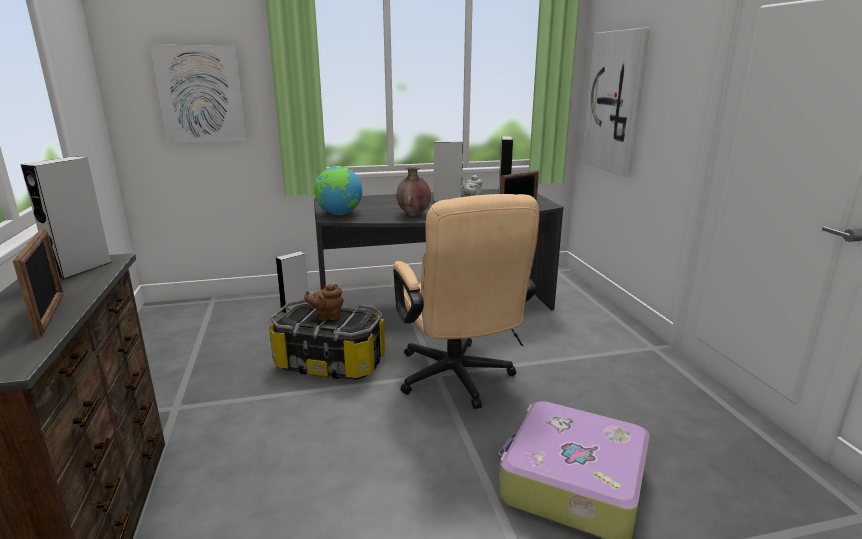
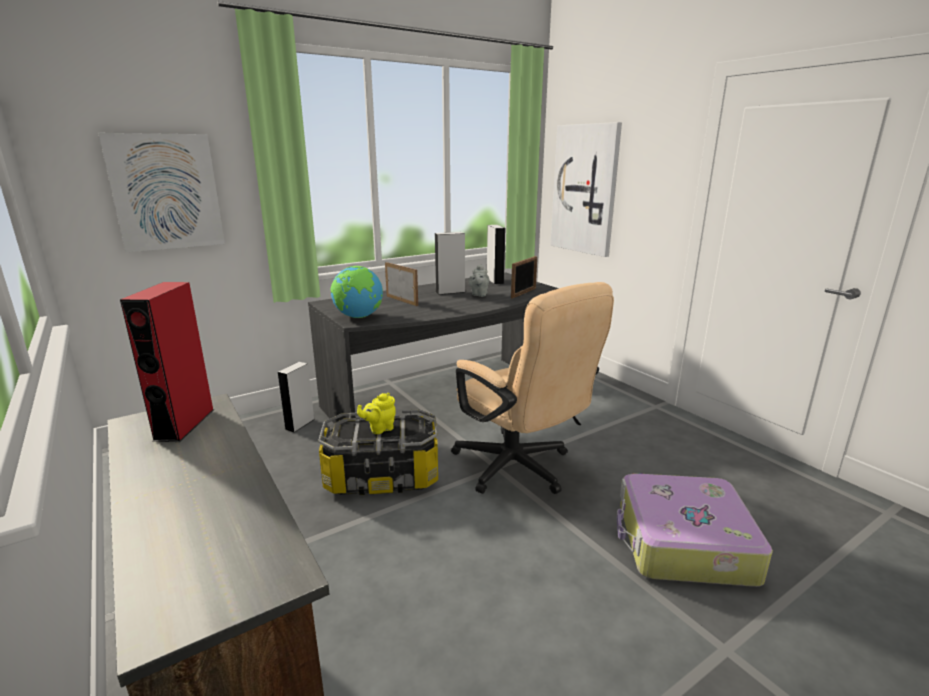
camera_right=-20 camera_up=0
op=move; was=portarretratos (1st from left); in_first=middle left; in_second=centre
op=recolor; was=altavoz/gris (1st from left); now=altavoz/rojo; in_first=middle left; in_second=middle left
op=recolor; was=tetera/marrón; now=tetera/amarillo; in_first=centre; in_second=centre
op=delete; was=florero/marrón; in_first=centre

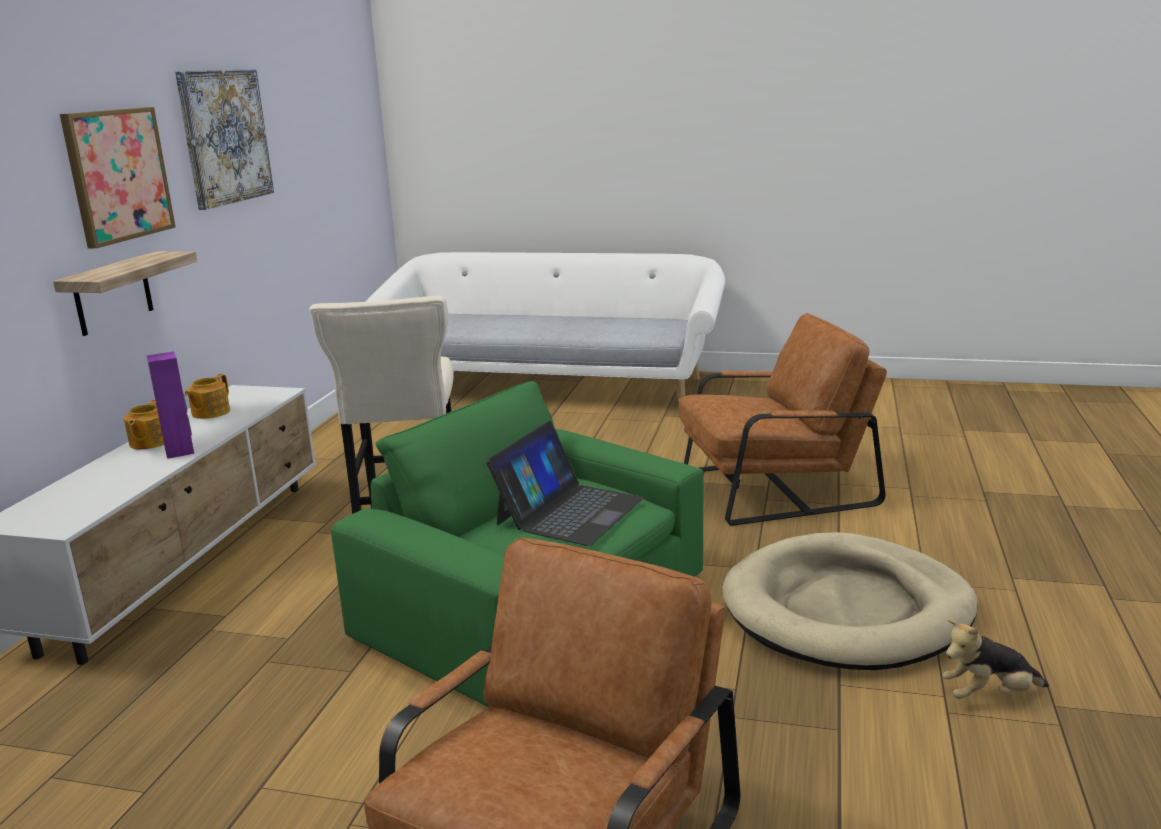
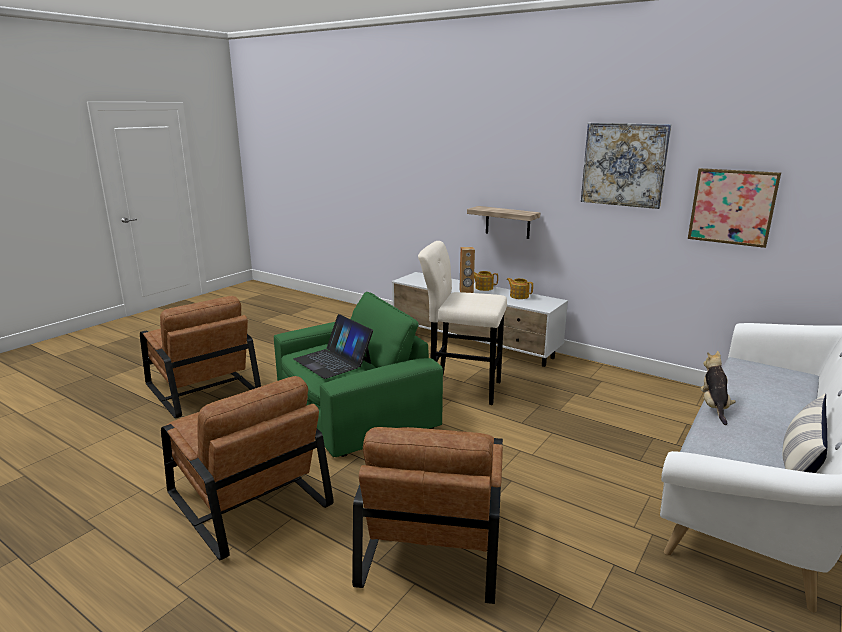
camera_right=110 camera_up=0
op=move; was=cuadro (1st from left in the first image); now=cuadro (2nd from left); in_first=top left; in_second=top right
op=recolor; was=altavoz/morado; now=altavoz/marrón; in_first=middle left; in_second=centre
op=replace; was=cama para perro/beis; now=sillón/marrón (2nd from left); in_first=bottom right; in_second=bottom left
op=move; was=peluche; in_first=bottom right; in_second=middle right
op=insert; now=cojín; in_second=bottom right

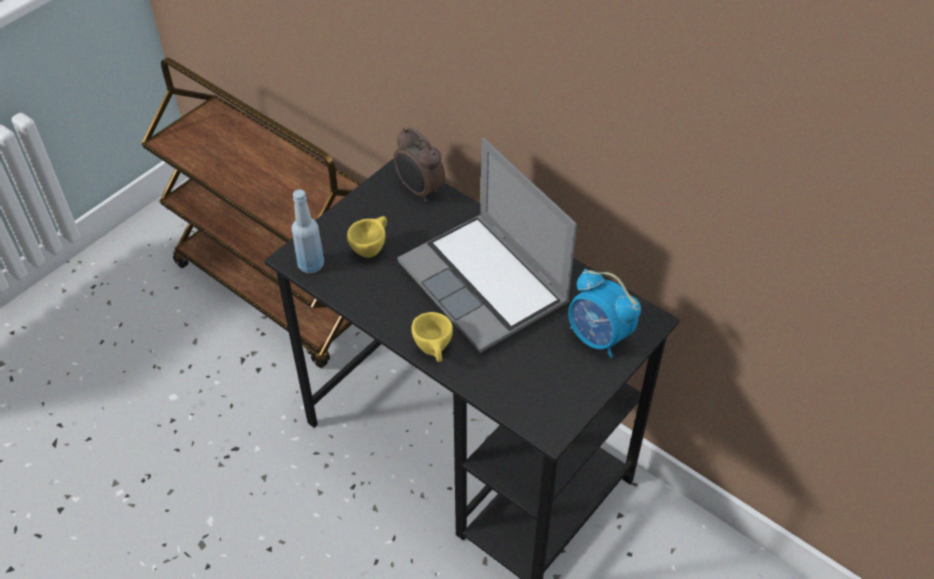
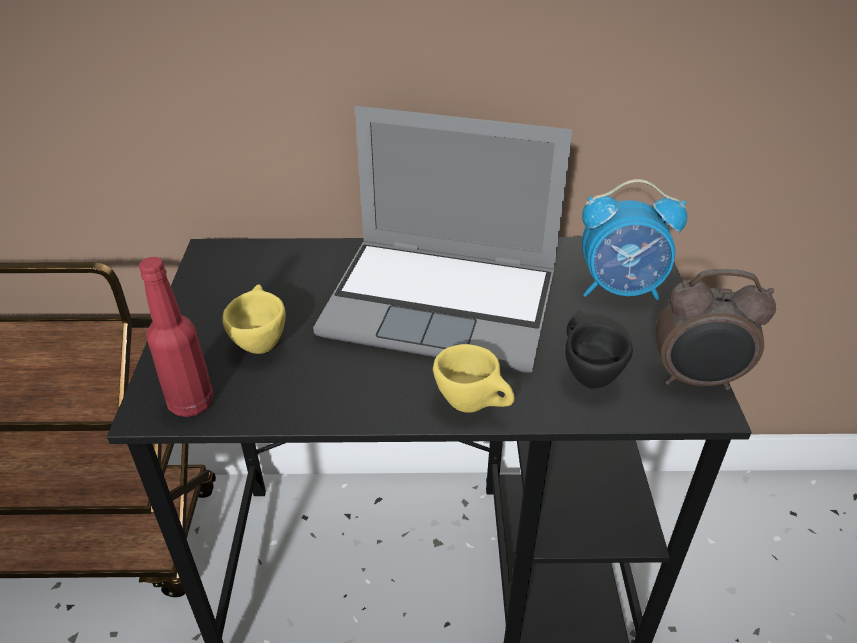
camera_right=-40 camera_up=-10
op=recolor; was=botella/azul; now=botella/rojo; in_first=middle left; in_second=middle left
op=move; was=despertador (1st from left in the first image); now=despertador (2nd from left); in_first=top centre; in_second=middle right
op=insert; now=taza/negro; in_second=middle right

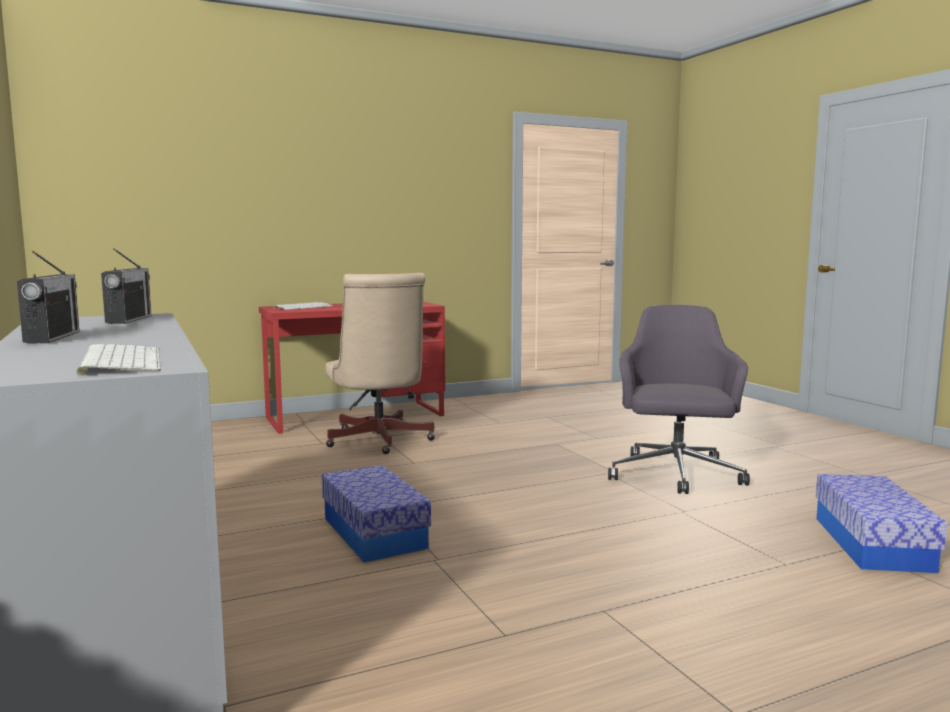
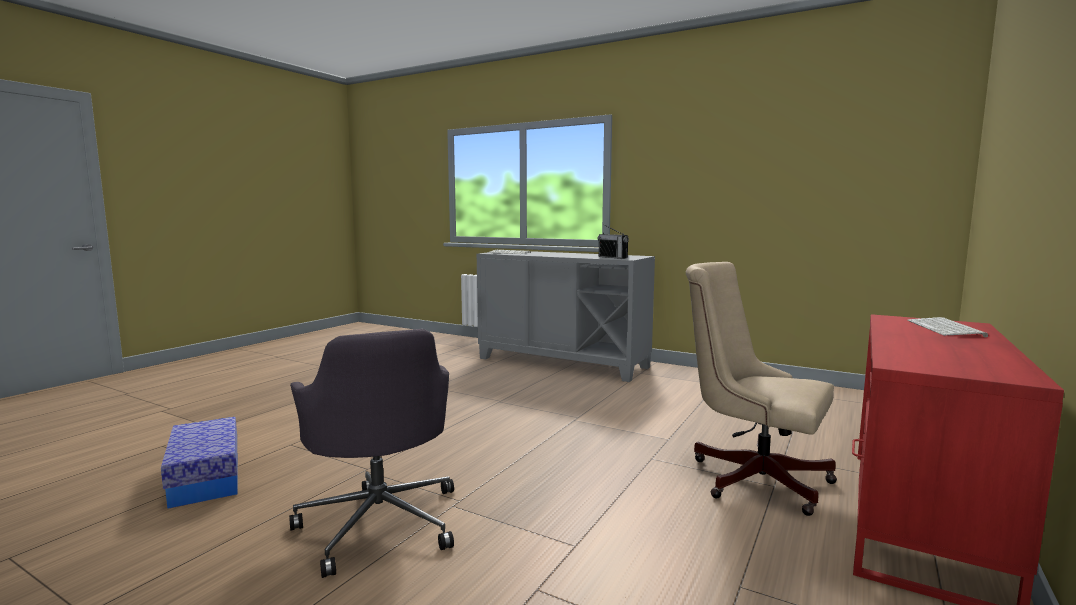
camera_right=145 camera_up=0
op=delete; was=radio (1st from left); in_first=middle left
op=delete; was=caja de almacenaje (1st from left); in_first=bottom centre

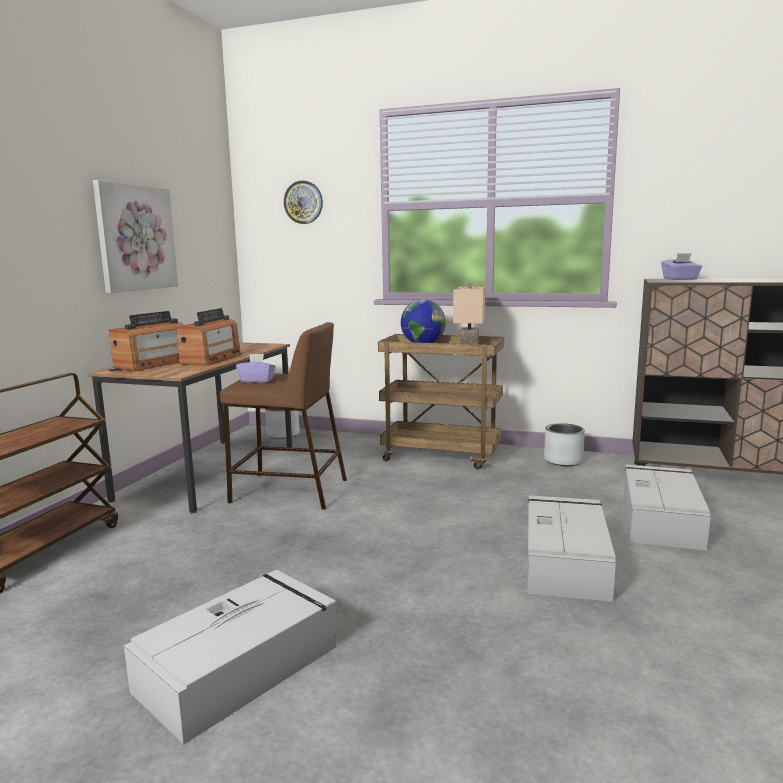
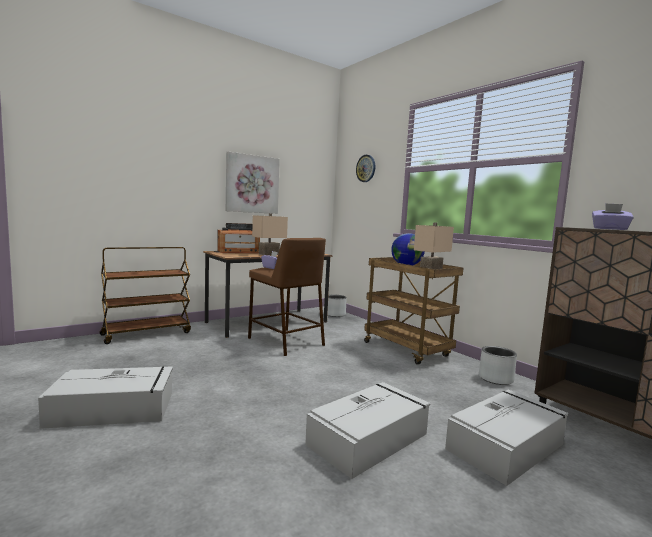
camera_right=35 camera_up=-5
op=replace; was=radio (2nd from left); now=lámpara de mesa/beis (1st from left); in_first=middle left; in_second=centre

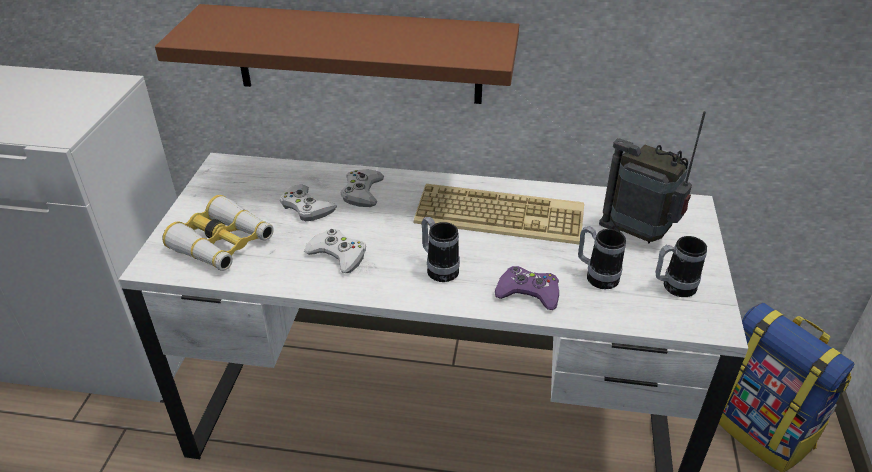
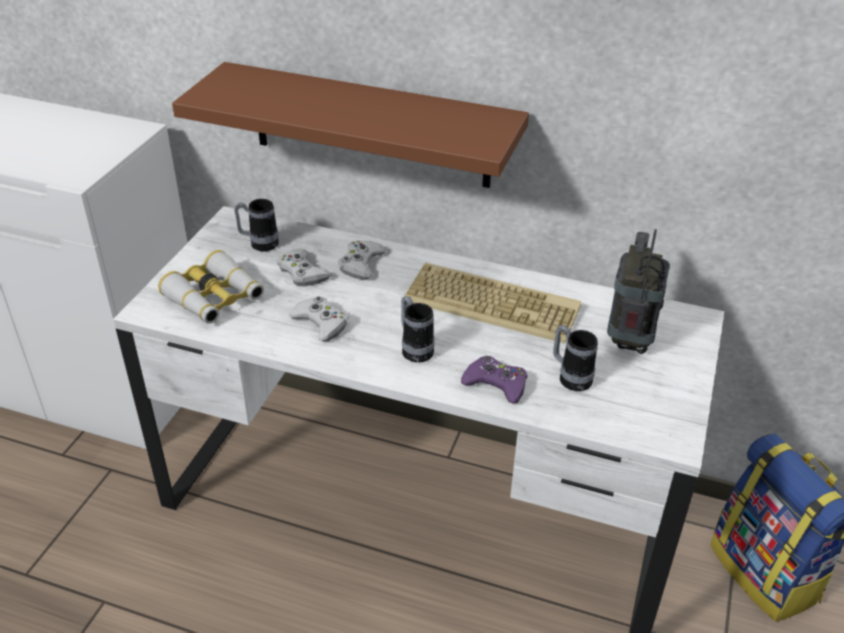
camera_right=10 camera_up=0
op=rotate; was=radio; in_first=middle right; in_second=middle right; clockwise=60
op=move; was=taza grande (3rd from left in the first image); now=taza grande (1st from left); in_first=middle right; in_second=middle left

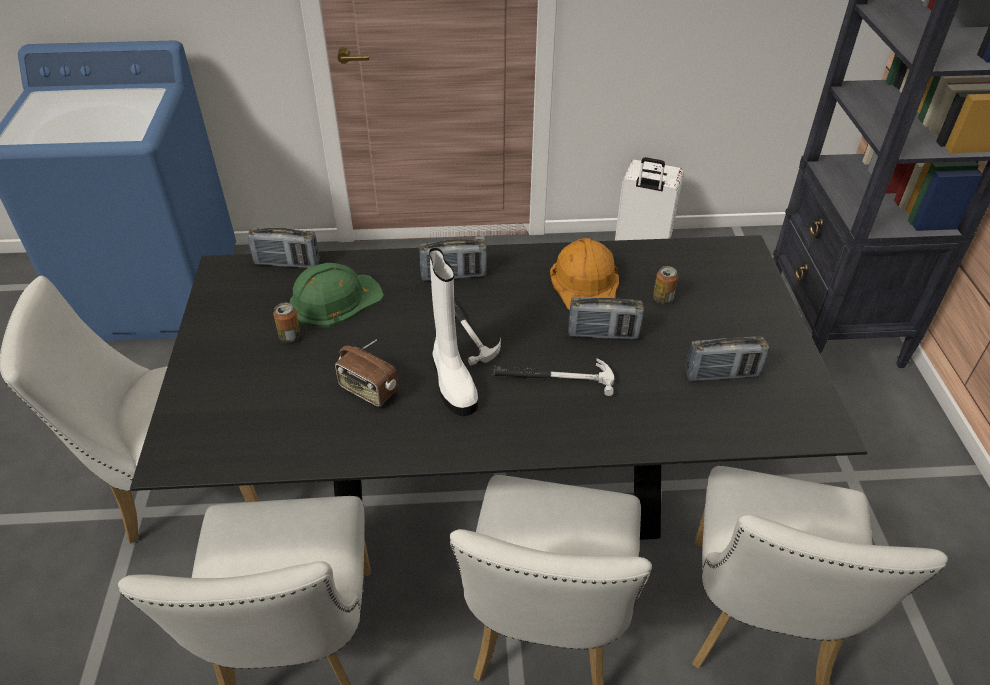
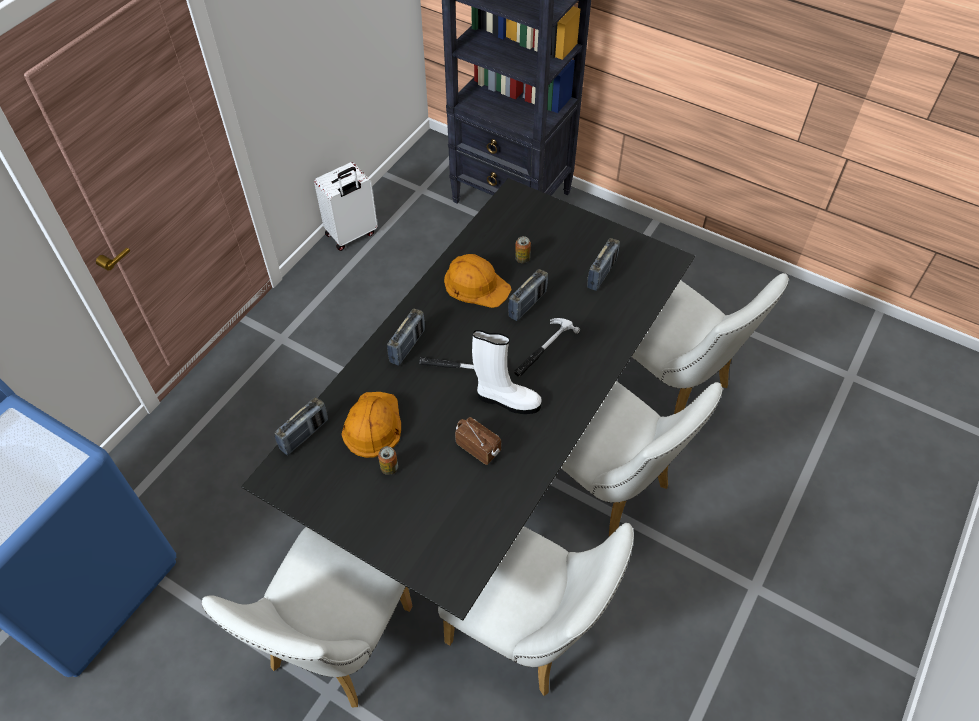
camera_right=-55 camera_up=10
op=recolor; was=casco/verde; now=casco/naranja (1st from left); in_first=centre; in_second=centre
op=rotate; was=radio (2nd from left in the first image); in_first=centre; in_second=centre; clockwise=-120

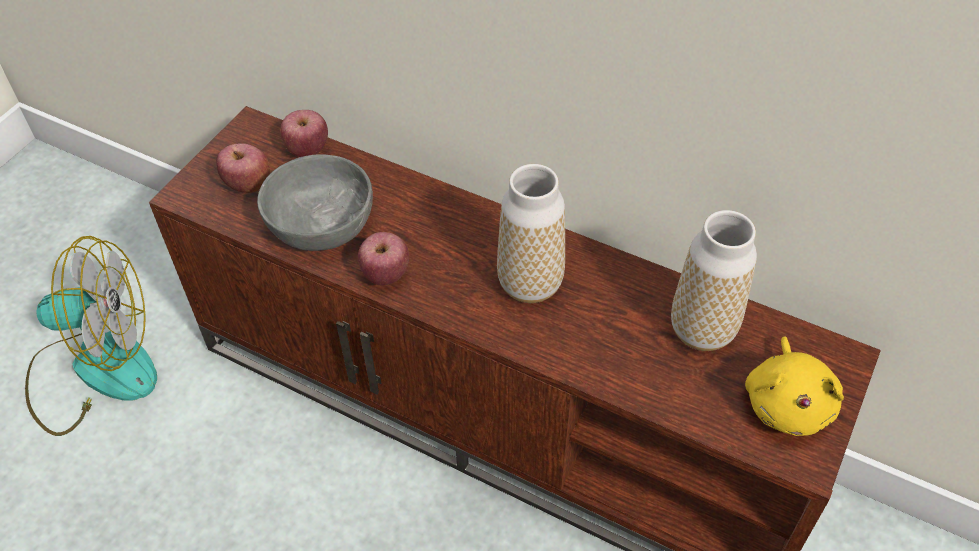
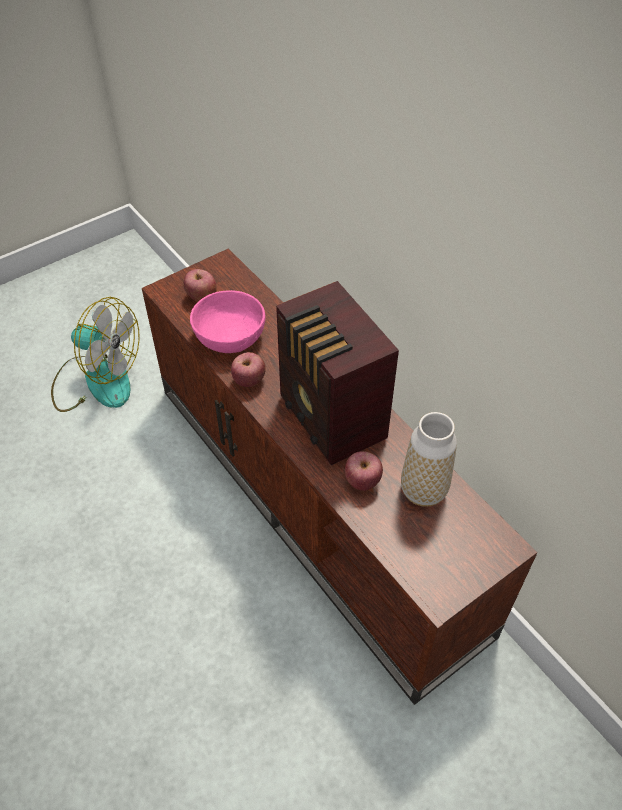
camera_right=25 camera_up=0
op=recolor; was=cuenco/gris; now=cuenco/rosa; in_first=middle left; in_second=centre
op=move; was=manzana (2nd from left in the first image); now=manzana (3rd from left); in_first=top left; in_second=centre
op=replace; was=florero (1st from left); now=radio; in_first=centre; in_second=centre
op=delete; was=peluche/amarillo; in_first=bottom right

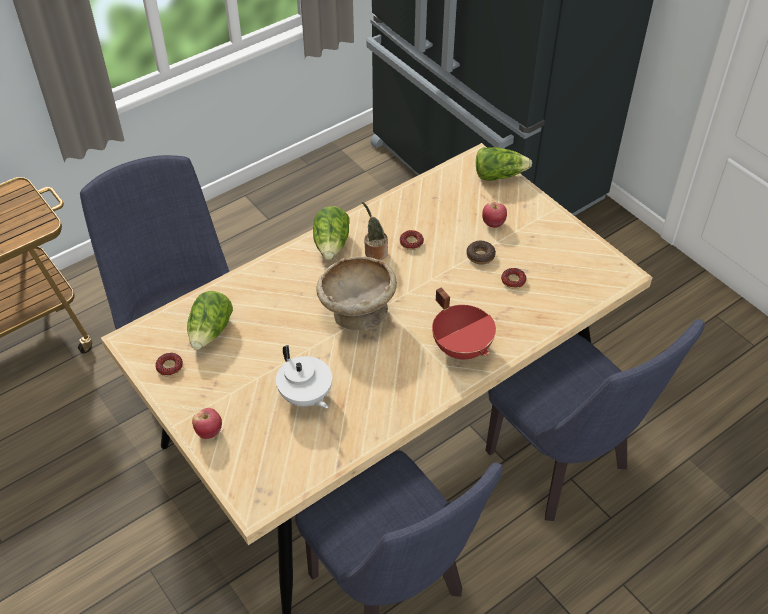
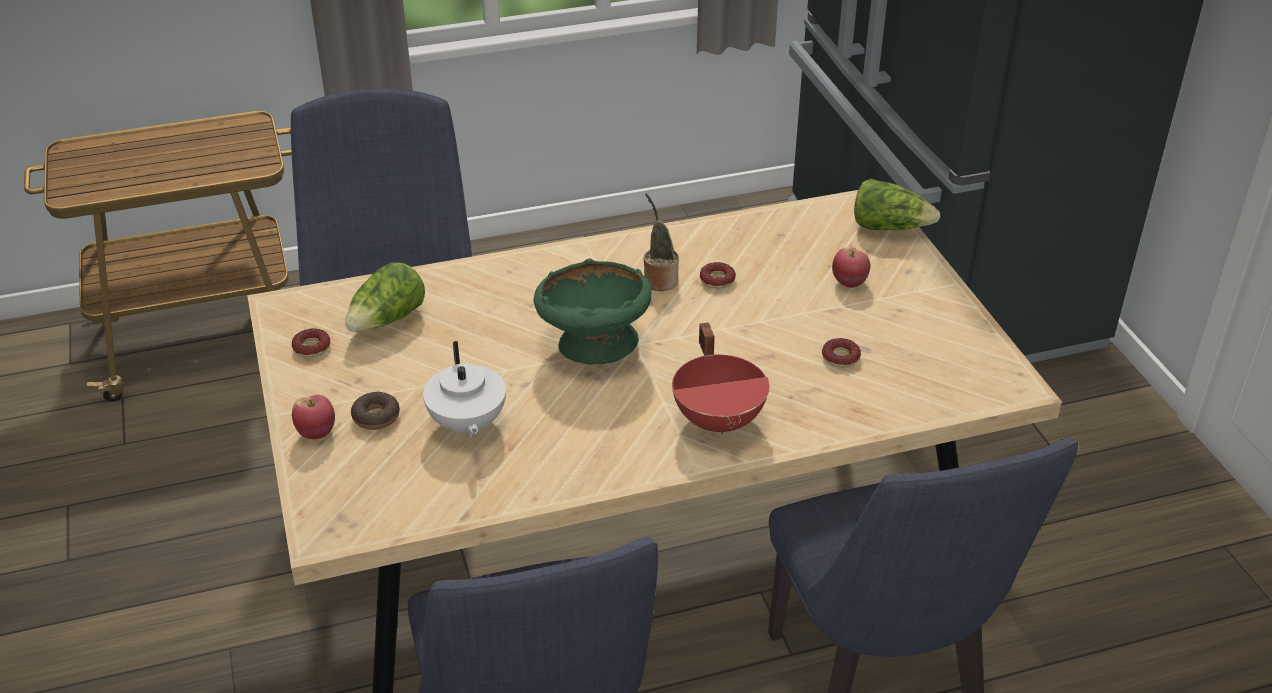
camera_right=20 camera_up=-10
op=delete; was=lechuga (2nd from left); in_first=centre
op=recolor; was=cuenco/beis; now=cuenco/verde; in_first=centre; in_second=centre
op=move; was=rosquilla (3rd from left in the first image); now=rosquilla (2nd from left); in_first=centre; in_second=middle left

